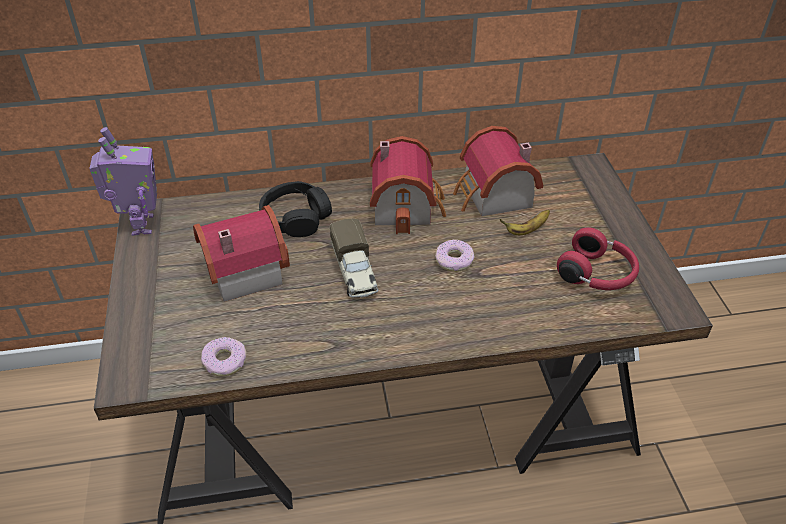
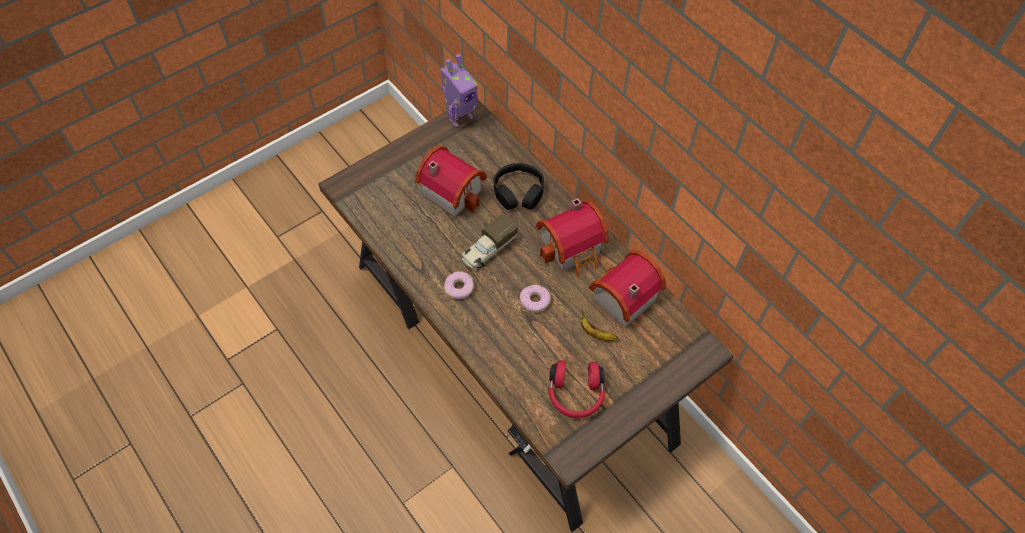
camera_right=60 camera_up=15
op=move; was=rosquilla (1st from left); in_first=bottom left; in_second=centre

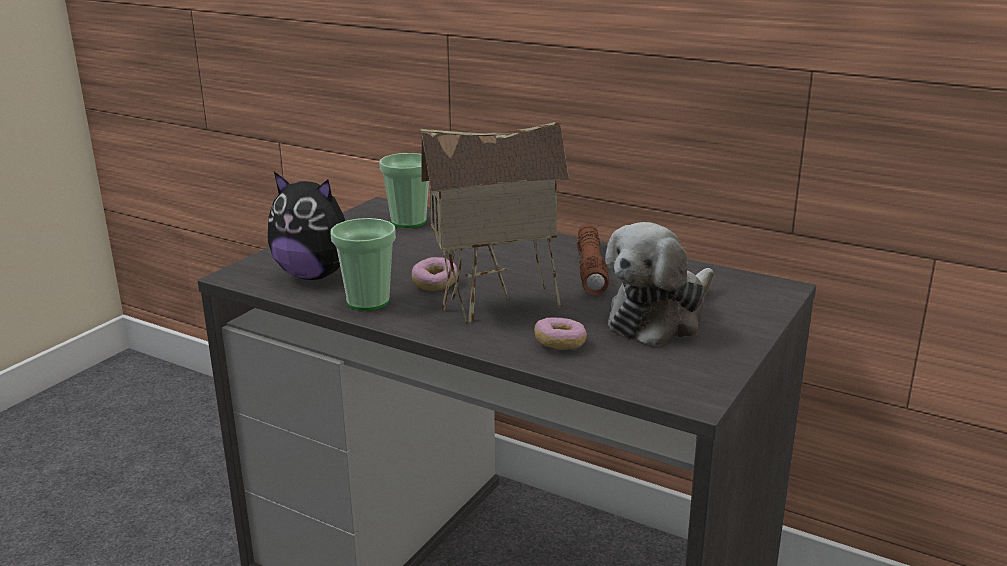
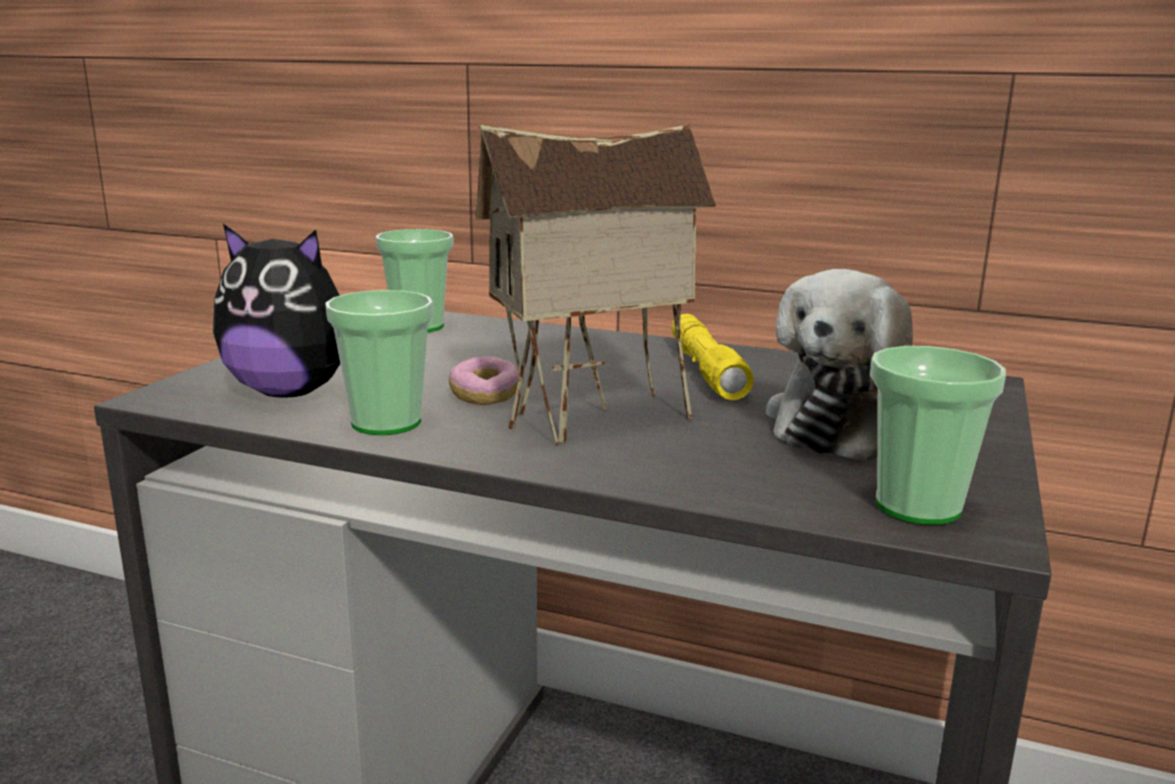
camera_right=-10 camera_up=-5
op=delete; was=rosquilla (2nd from left); in_first=centre
op=recolor; was=linterna/marrón; now=linterna/amarillo; in_first=centre; in_second=centre
op=insert; now=taza (3rd from left); in_second=middle right

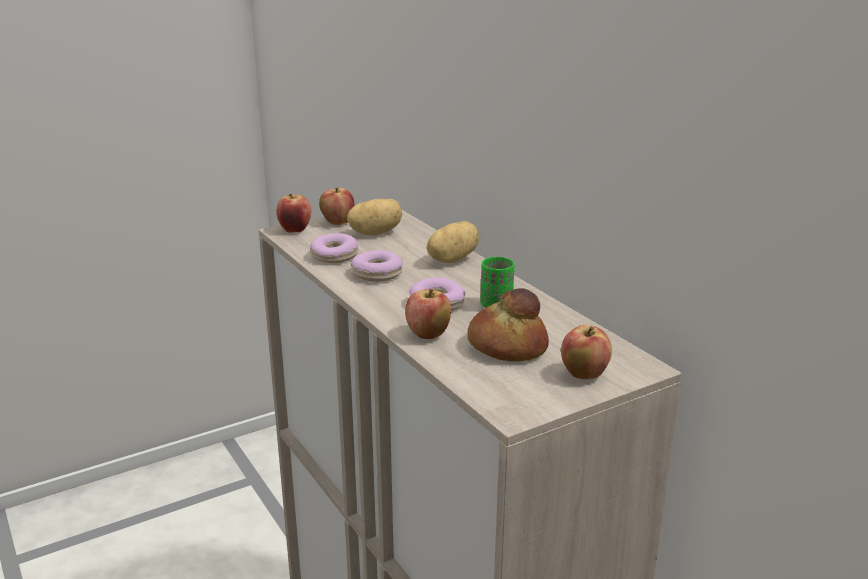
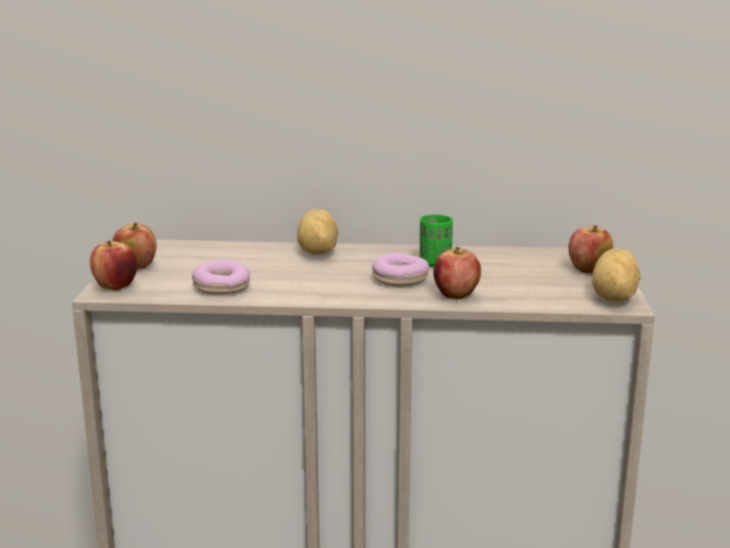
camera_right=-55 camera_up=-5
op=move; was=patata (1st from left in the first image); now=patata (2nd from left); in_first=centre; in_second=middle right
op=delete; was=rosquilla (2nd from left); in_first=centre
op=delete; was=pan; in_first=centre

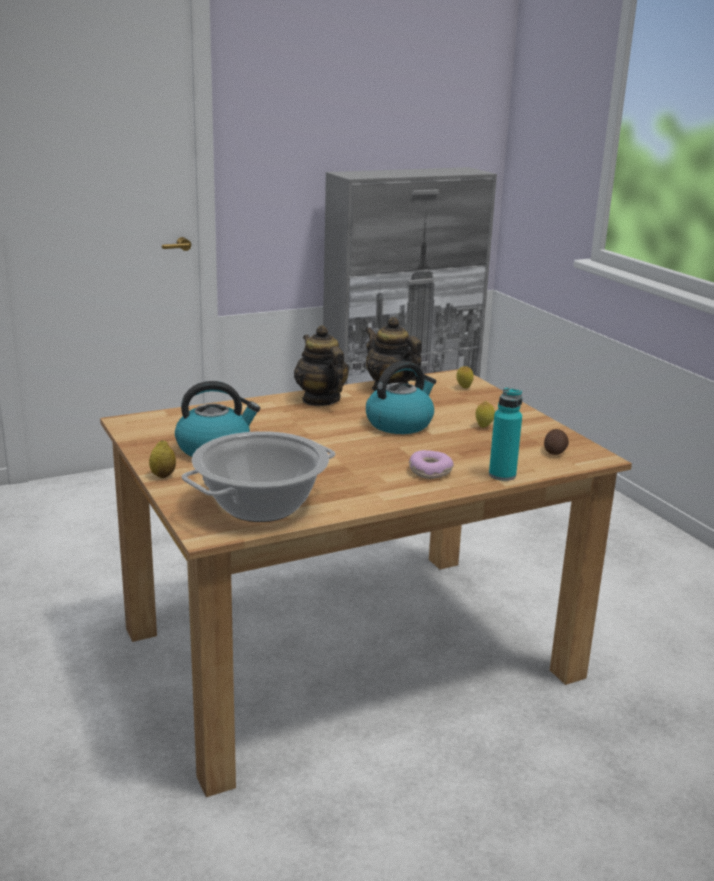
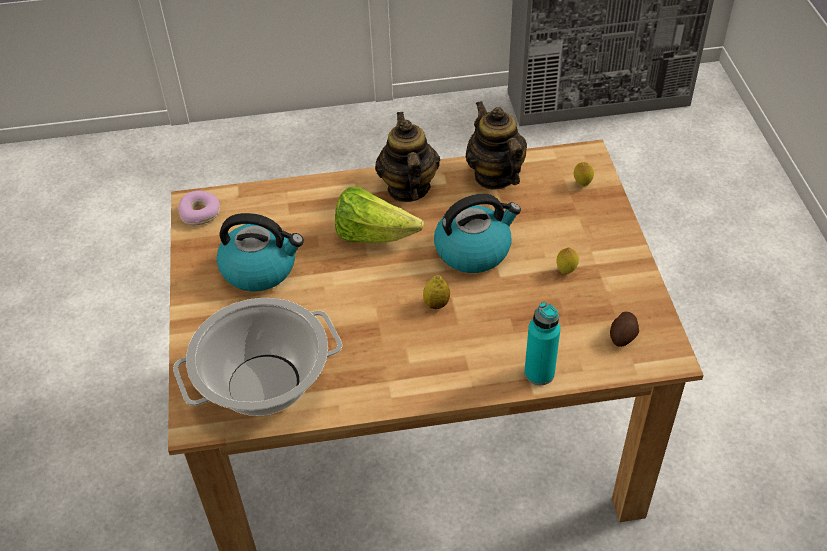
camera_right=20 camera_up=25
op=move; was=limón (1st from left); in_first=middle left; in_second=centre
op=move; was=rosquilla; in_first=centre; in_second=middle left
op=insert; now=lechuga; in_second=centre

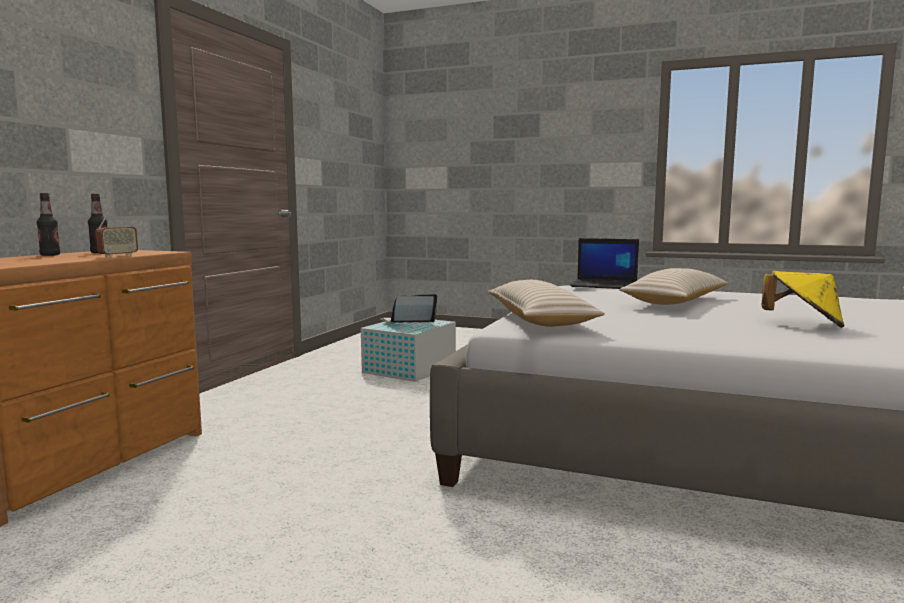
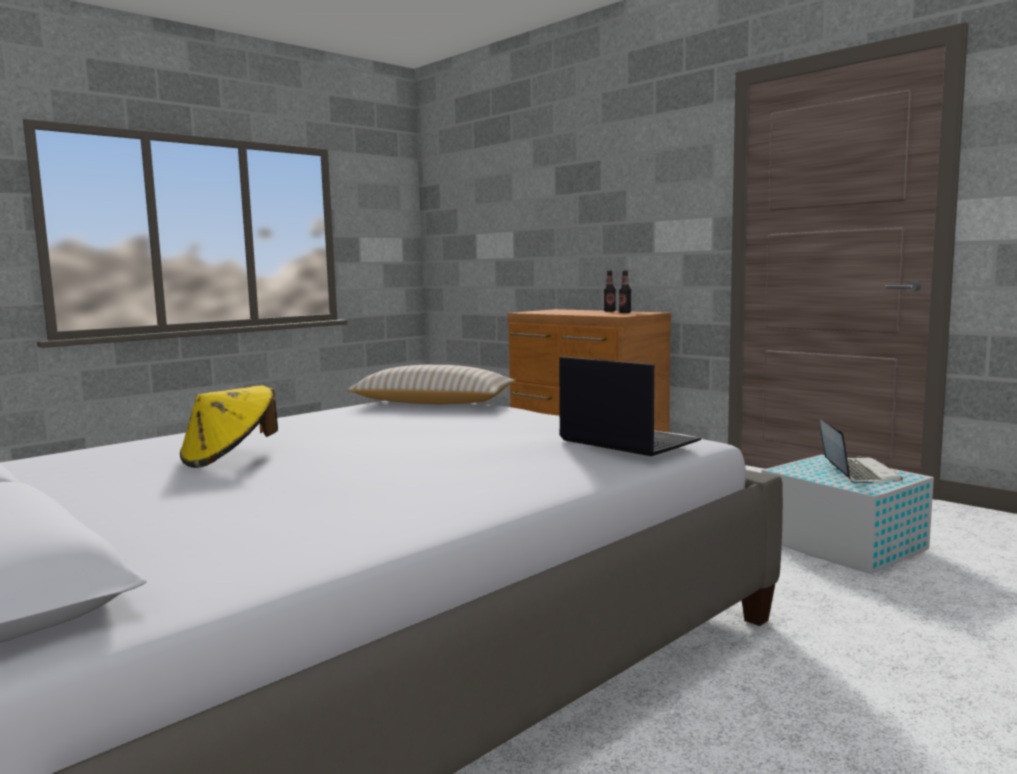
camera_right=115 camera_up=0
op=delete; was=radio; in_first=middle left
op=rotate; was=portátil (2nd from left in the first image); in_first=middle right; in_second=centre; clockwise=90
op=delete; was=cojín/beis (2nd from left); in_first=middle right

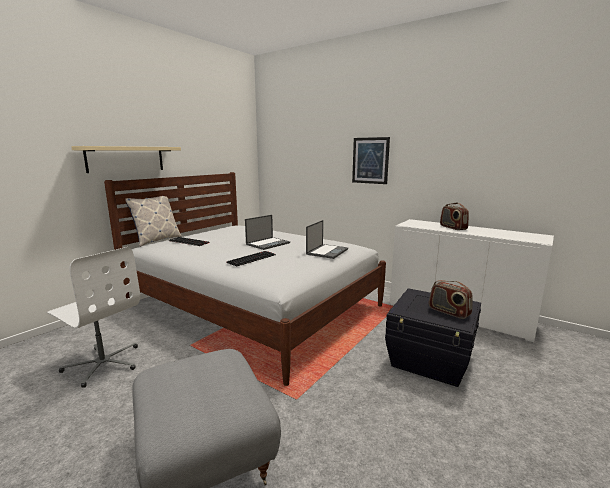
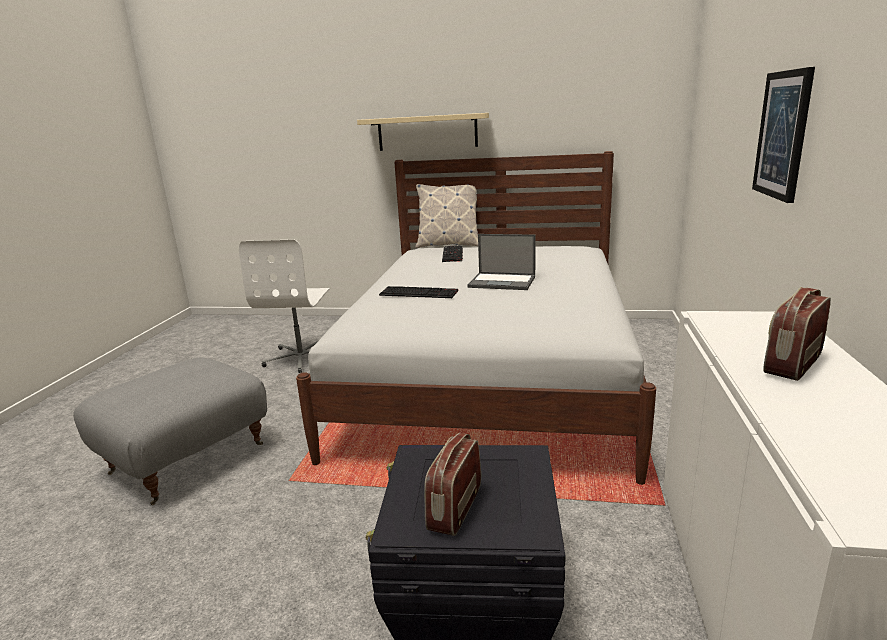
camera_right=65 camera_up=5
op=delete; was=portátil (2nd from left); in_first=centre

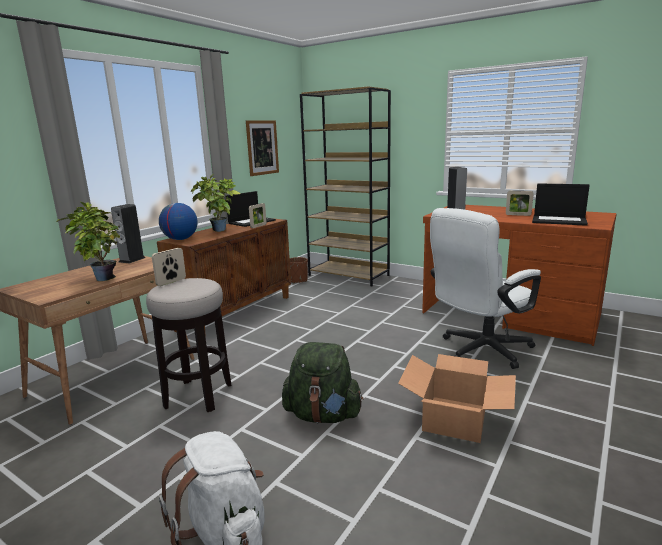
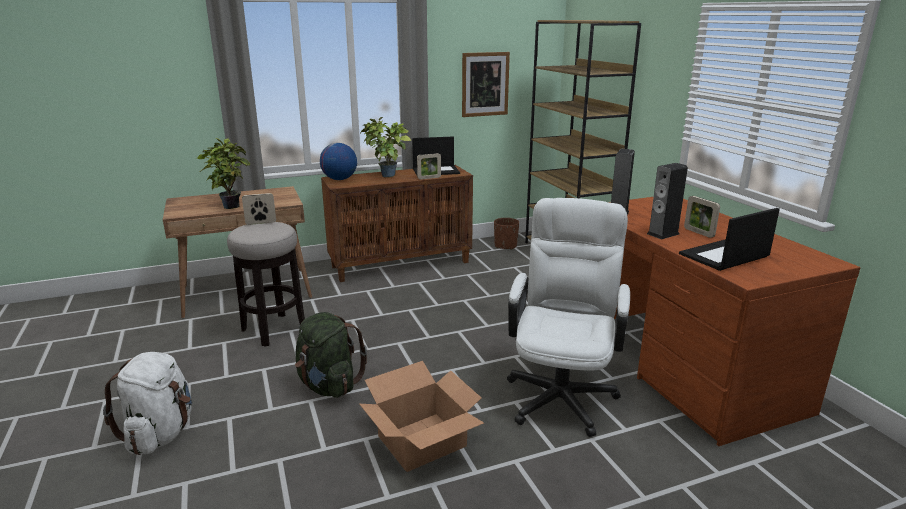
camera_right=35 camera_up=5
op=move; was=altavoz (1st from left in the first image); now=altavoz (2nd from left); in_first=middle left; in_second=middle right
op=rotate; was=silla de oficina/blanco; in_first=middle right; in_second=centre; clockwise=105
op=rotate; was=portátil (2nd from left); in_first=middle right; in_second=middle right; clockwise=90

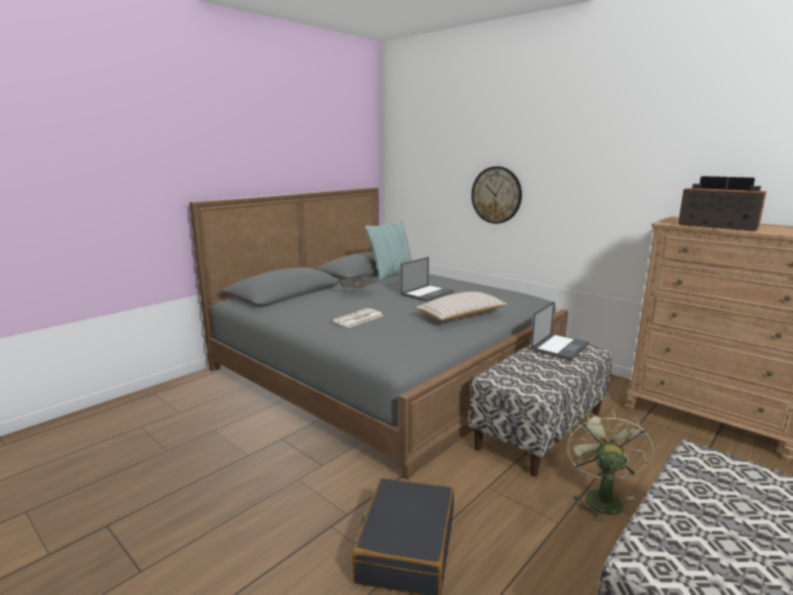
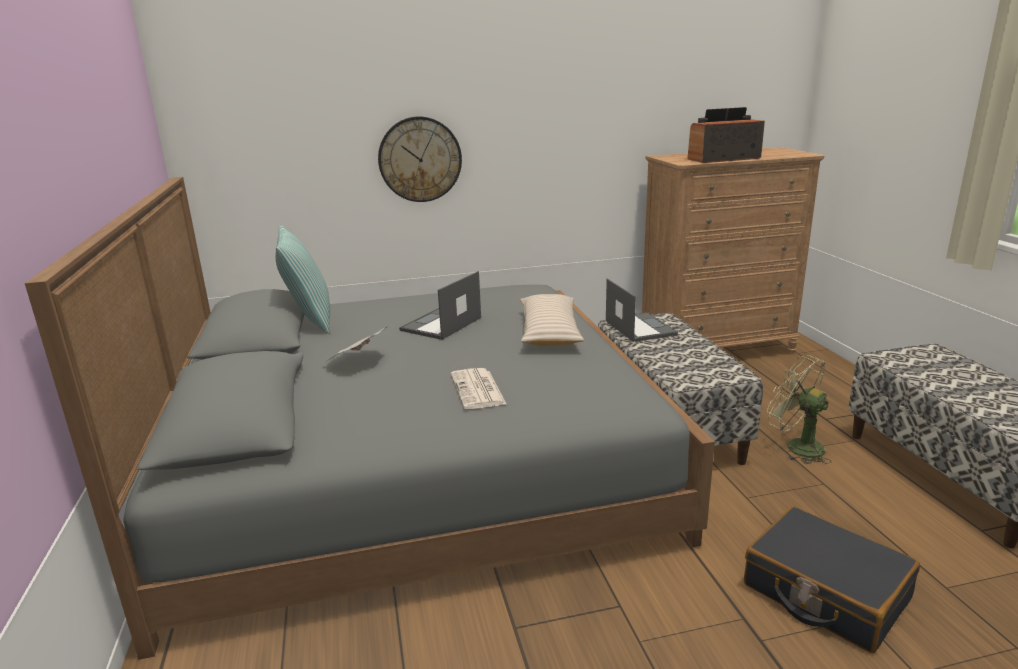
camera_right=-55 camera_up=5
op=rotate; was=portátil (1st from left); in_first=centre; in_second=centre; clockwise=-135

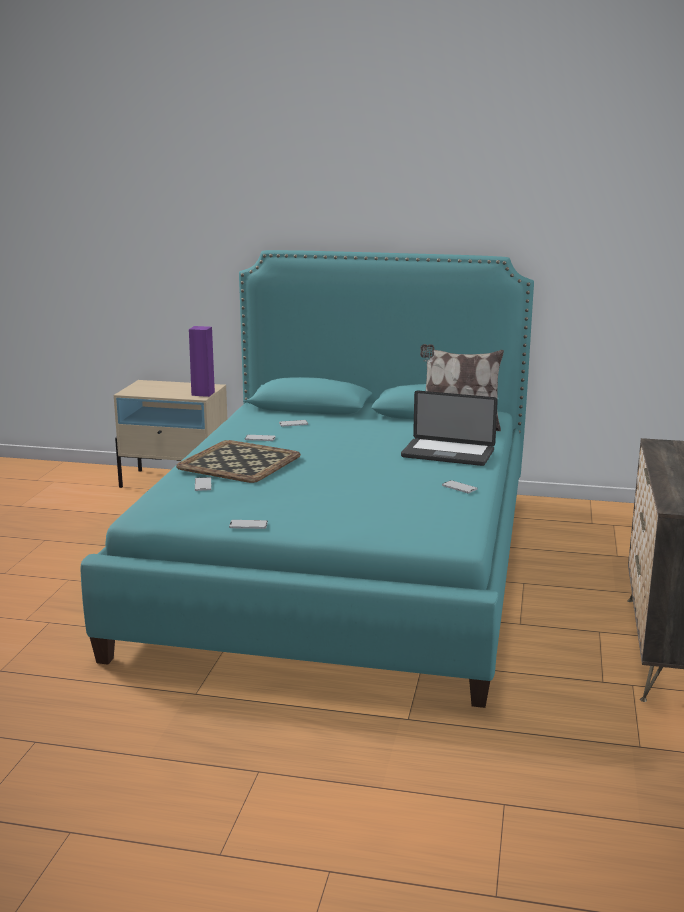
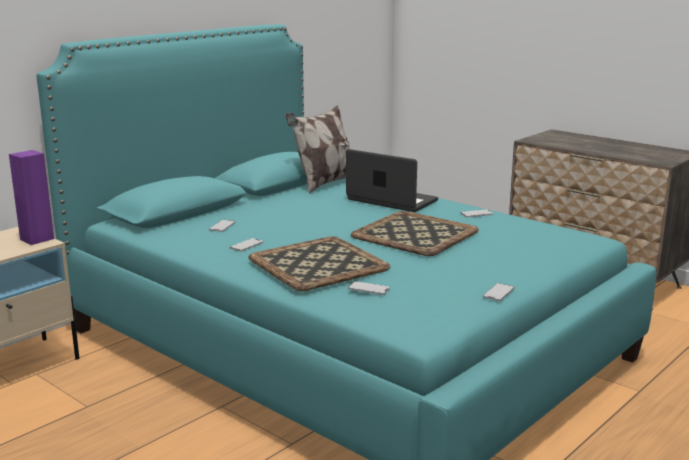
camera_right=-60 camera_up=0
op=rotate; was=portátil; in_first=centre; in_second=centre; clockwise=-105
op=insert; now=bandeja (2nd from left); in_second=centre

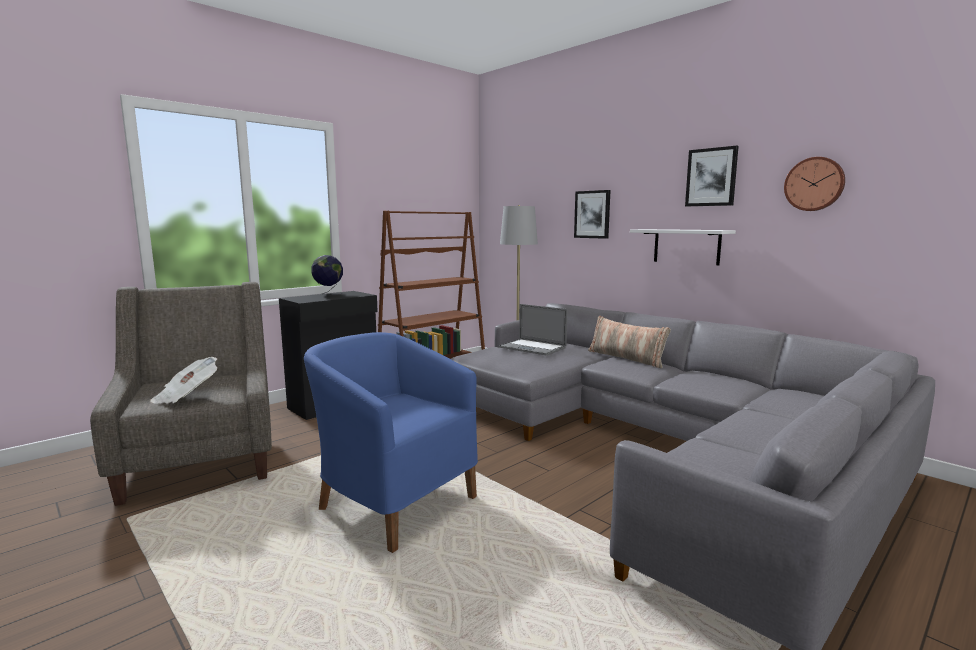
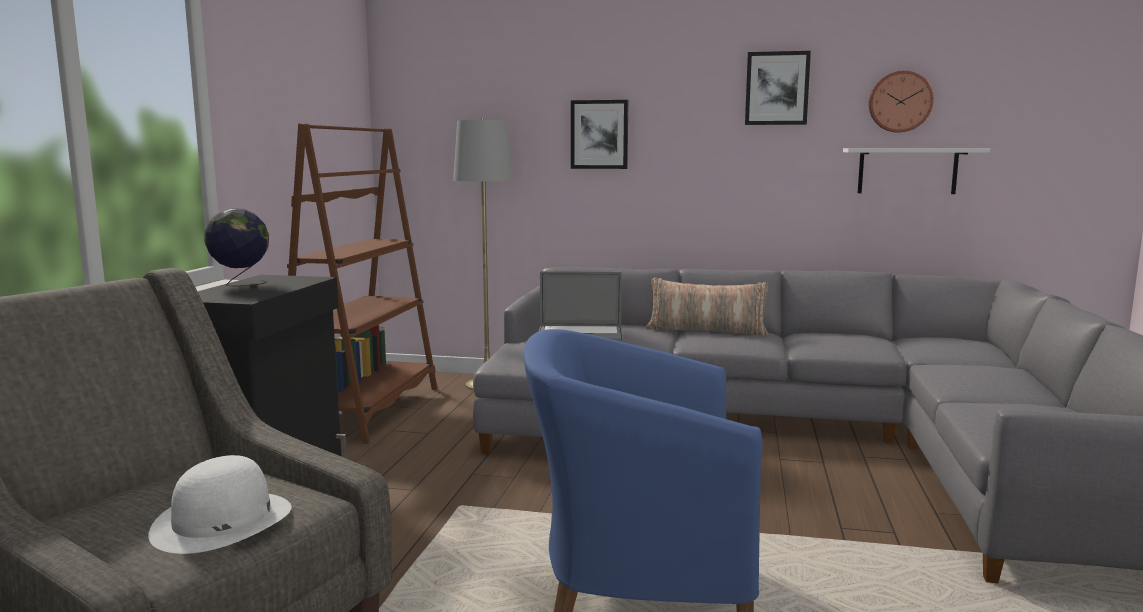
camera_right=-35 camera_up=0
op=replace; was=periódico; now=sombrero/blanco; in_first=middle left; in_second=bottom left
op=move; was=estante/blanco; in_first=middle right; in_second=top right

